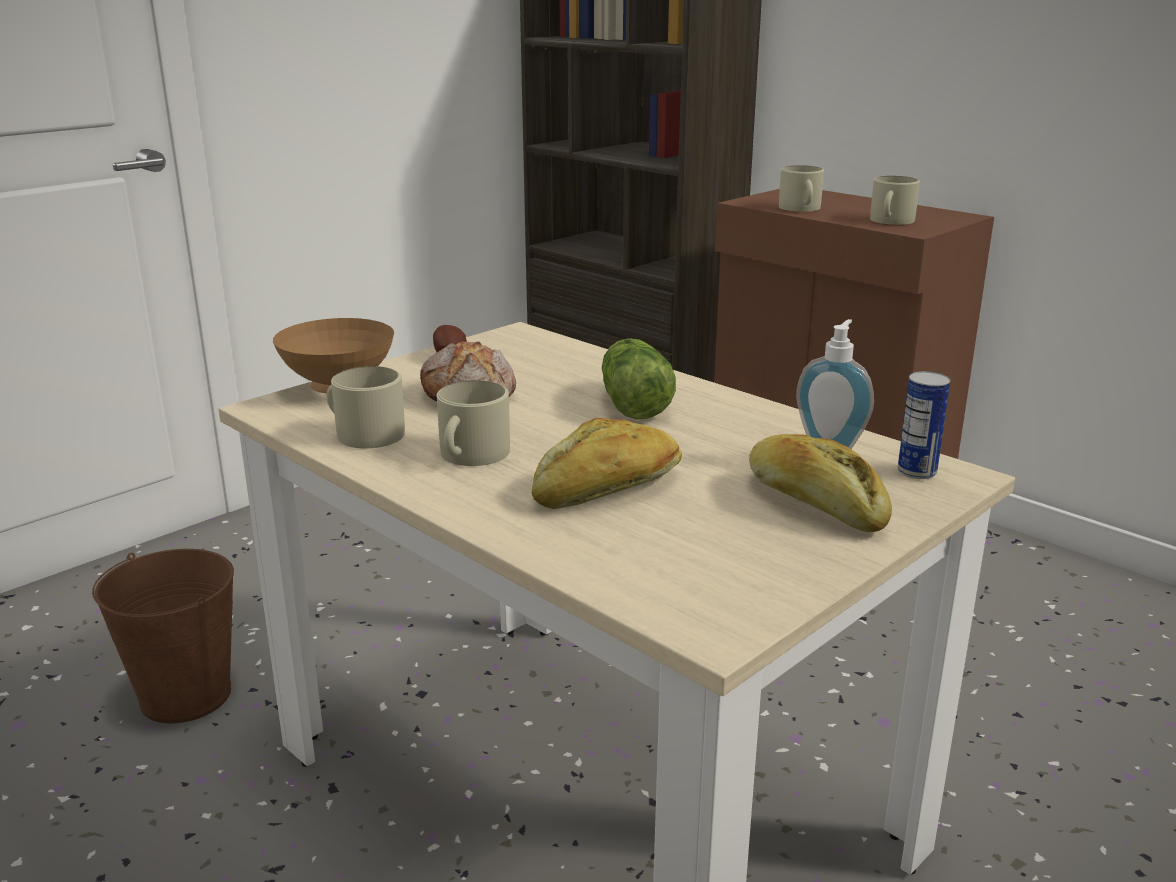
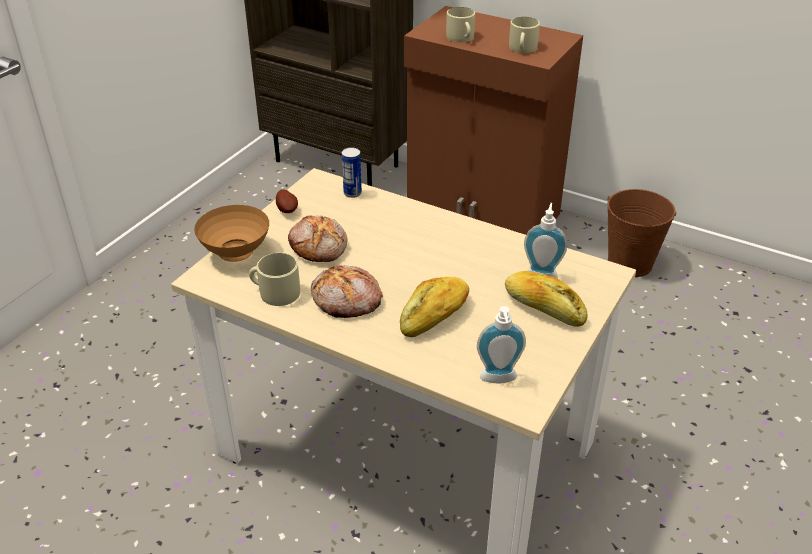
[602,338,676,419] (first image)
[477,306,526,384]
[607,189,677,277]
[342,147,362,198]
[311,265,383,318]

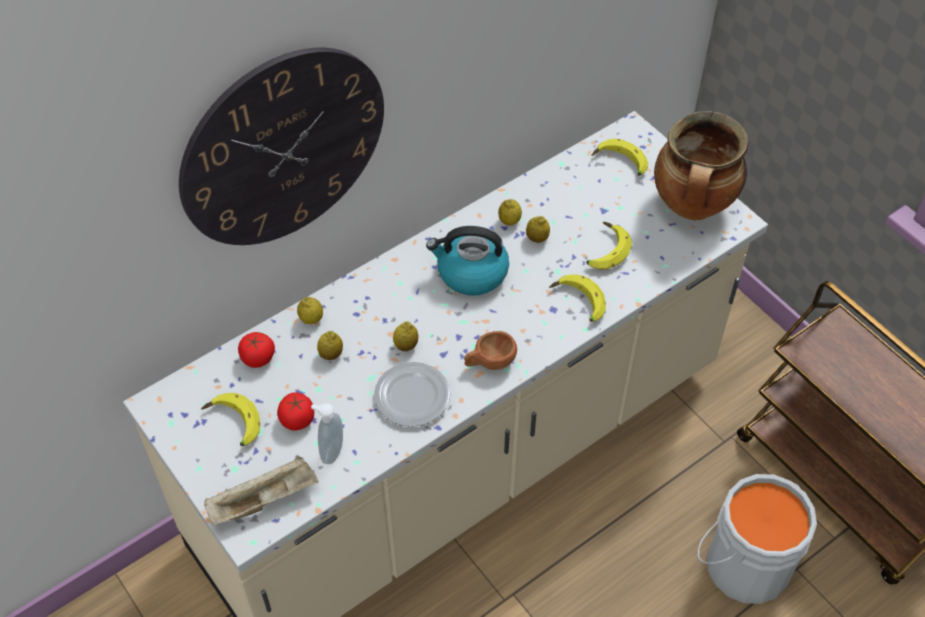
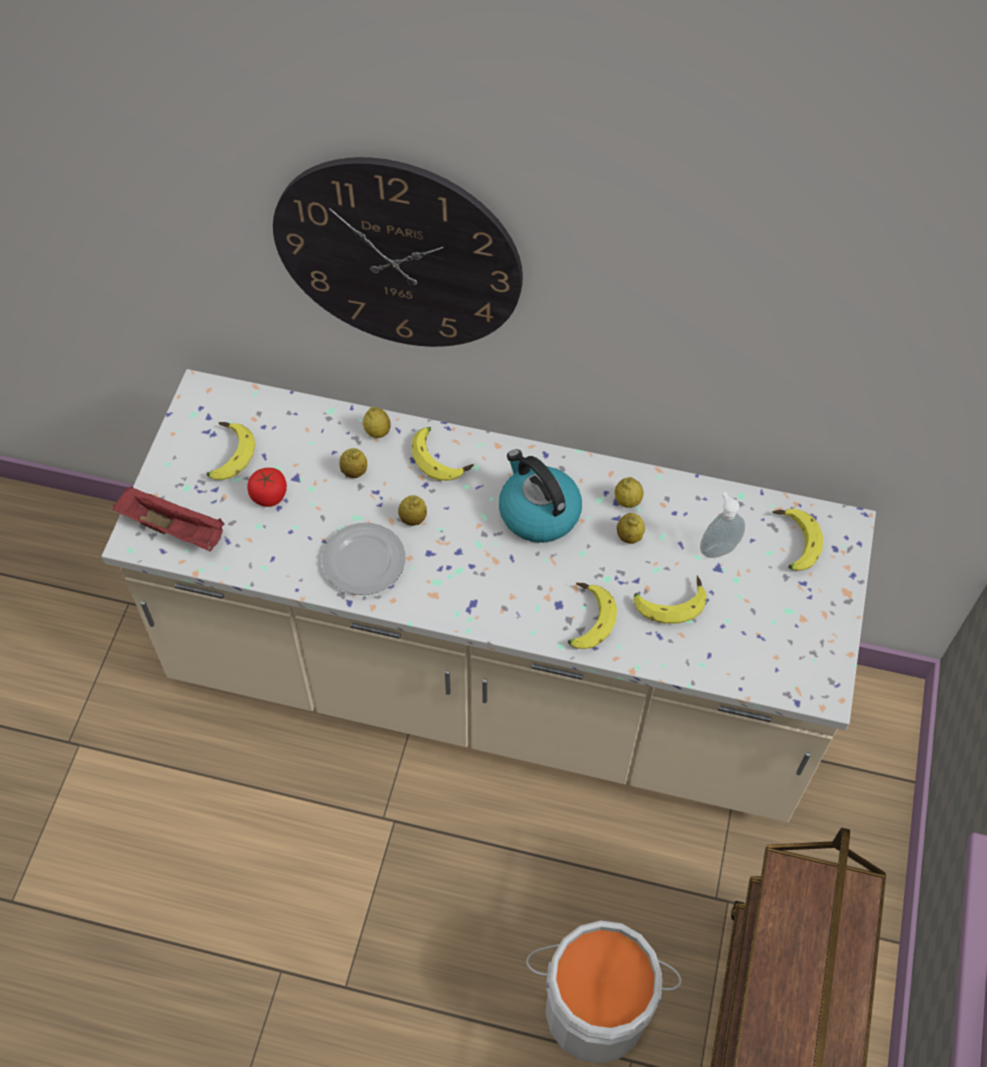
[238,332,275,368] (first image)
[464,331,517,370] (first image)
[654,111,748,220] (first image)
[412,427,474,481]
[700,492,745,558]
[113,486,224,551]

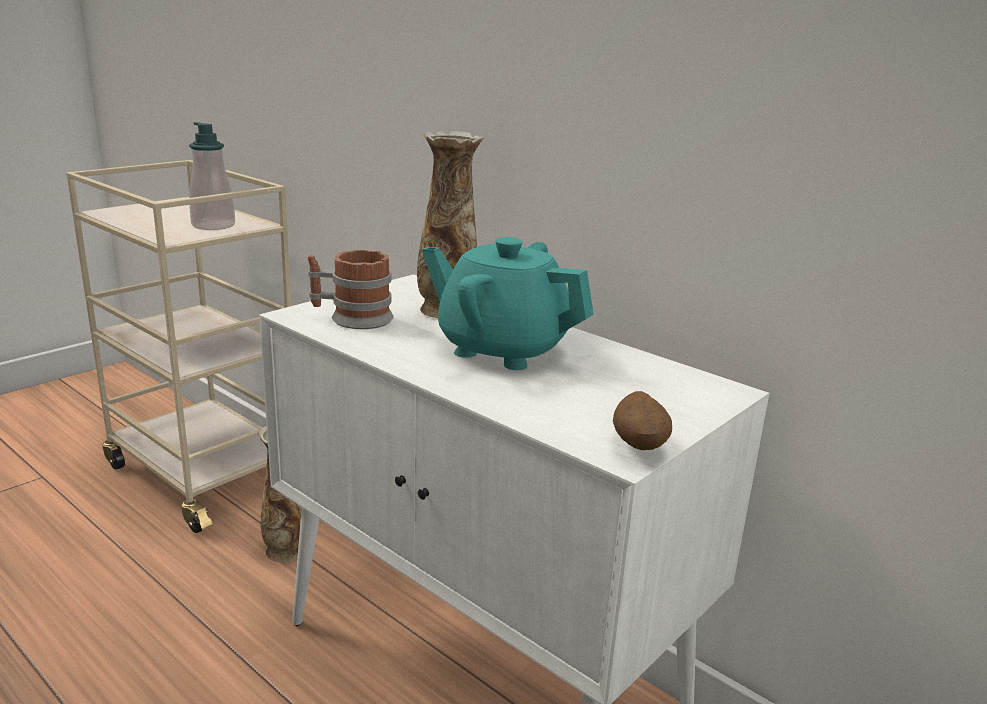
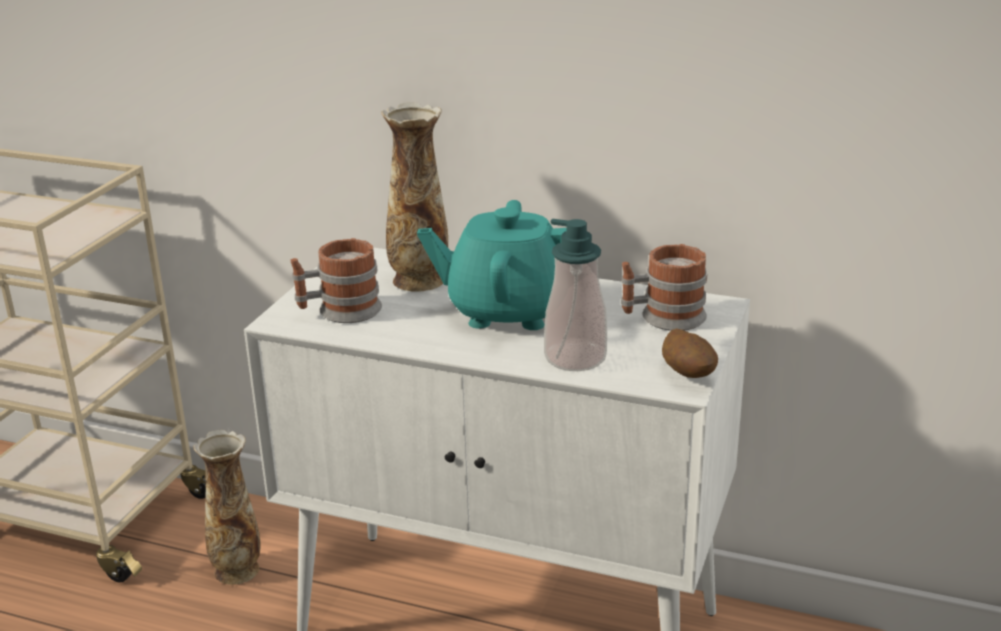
[621,244,708,331]
[544,219,607,371]

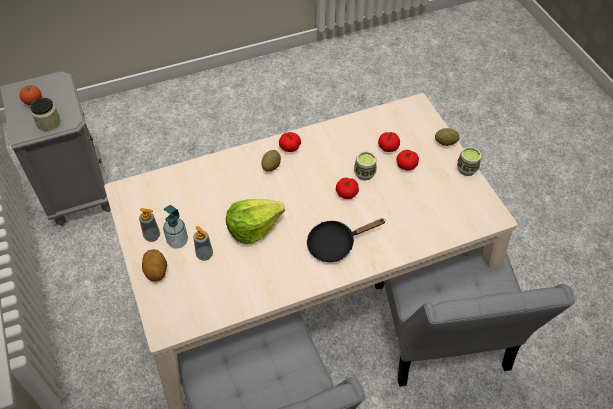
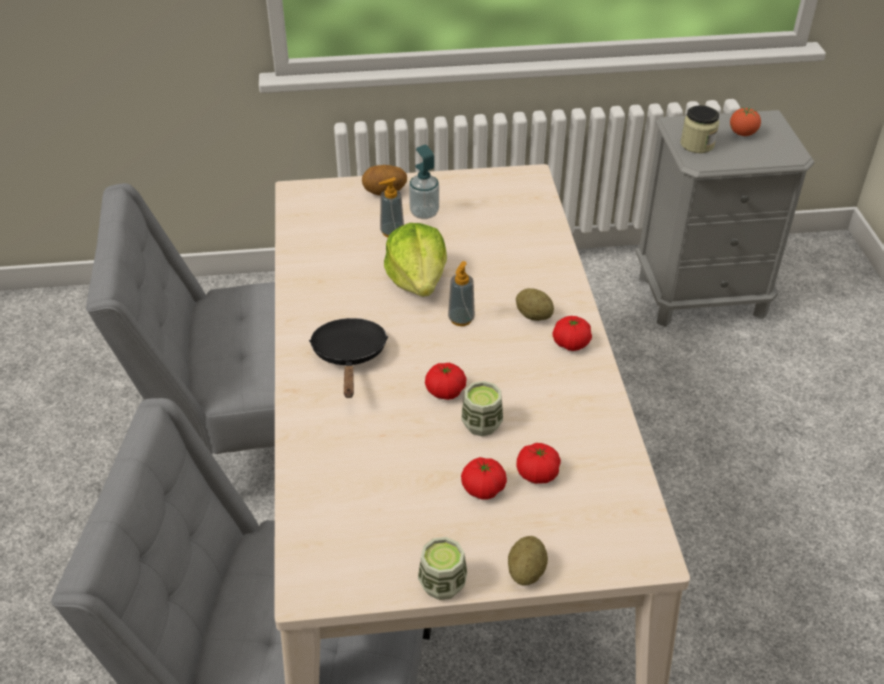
[448,261,475,326]

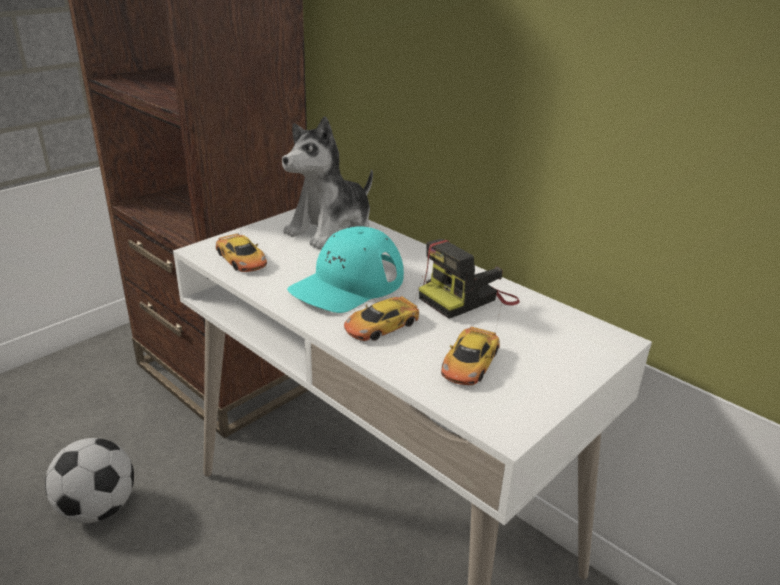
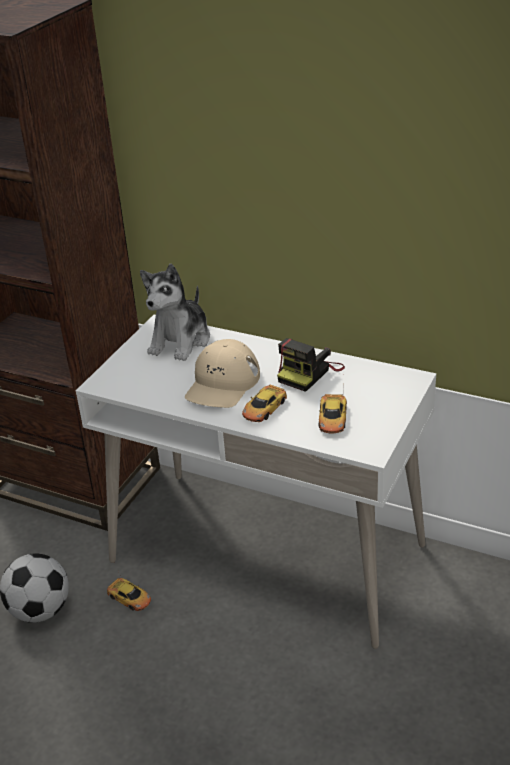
[107,571,151,611]
[185,339,260,408]

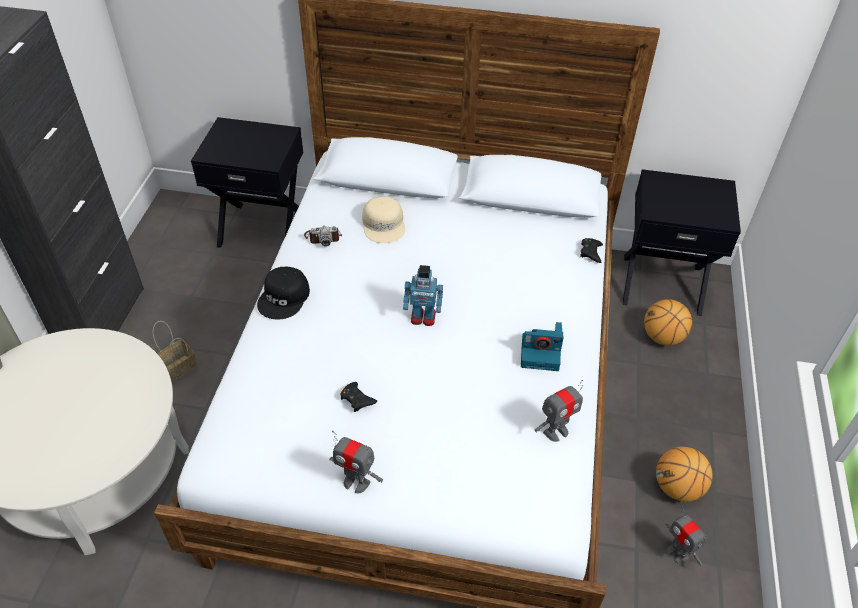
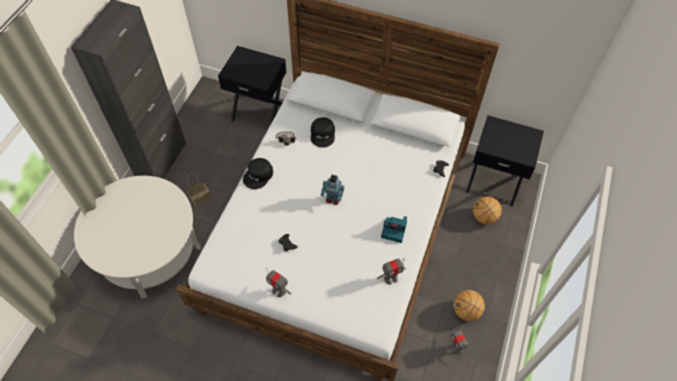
[311,117,335,147]

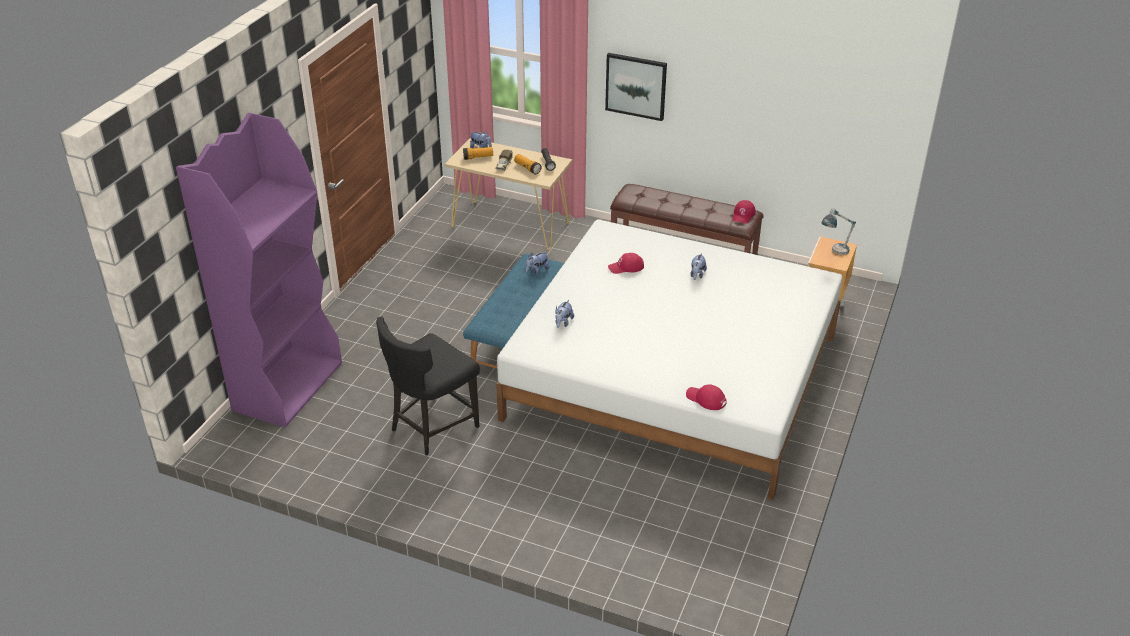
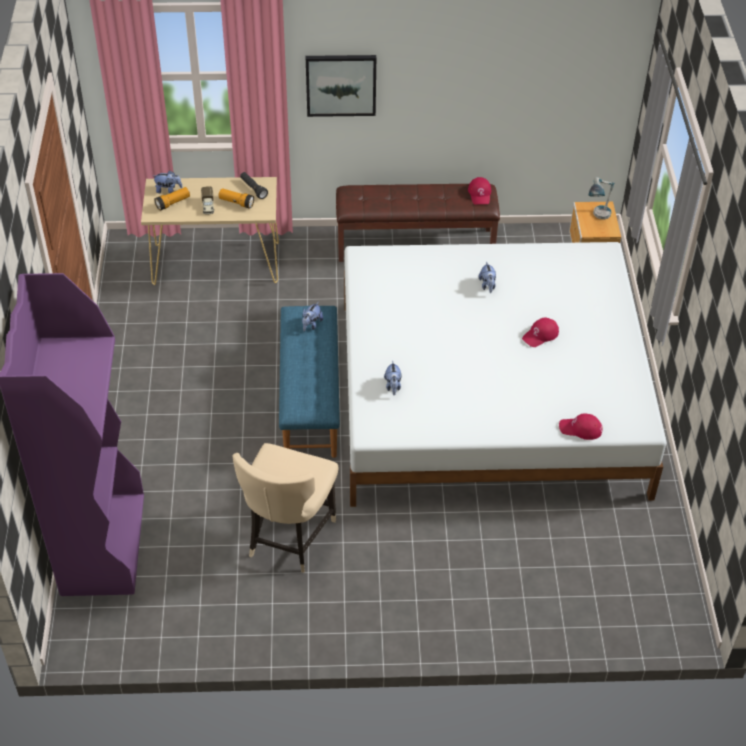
[522,318,559,347]
[232,443,338,573]

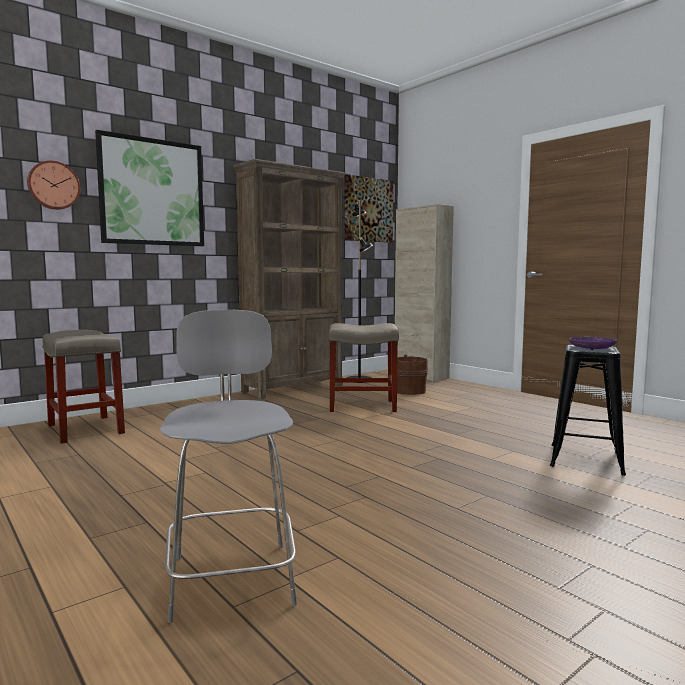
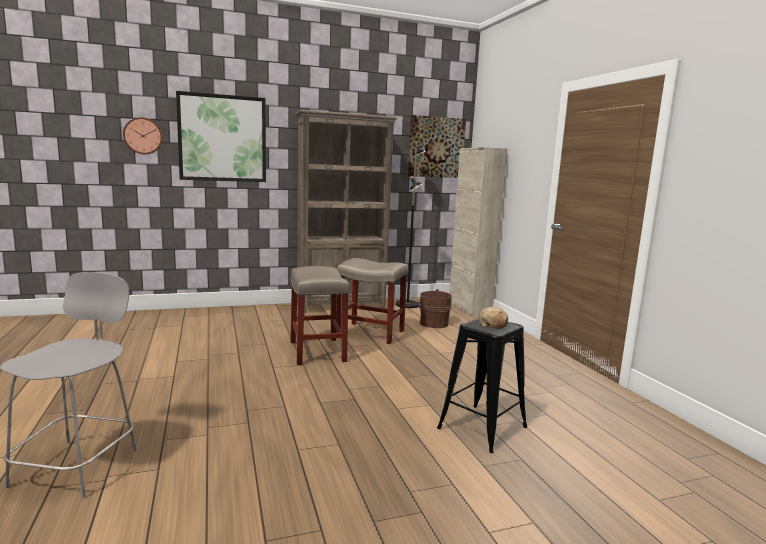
[290,266,350,365]
[479,307,508,329]

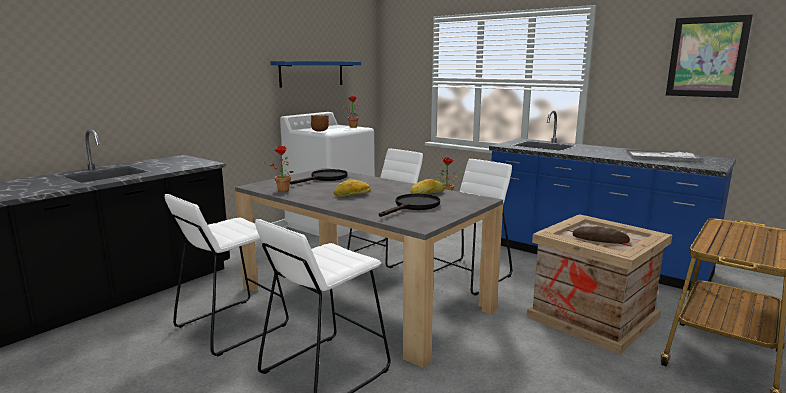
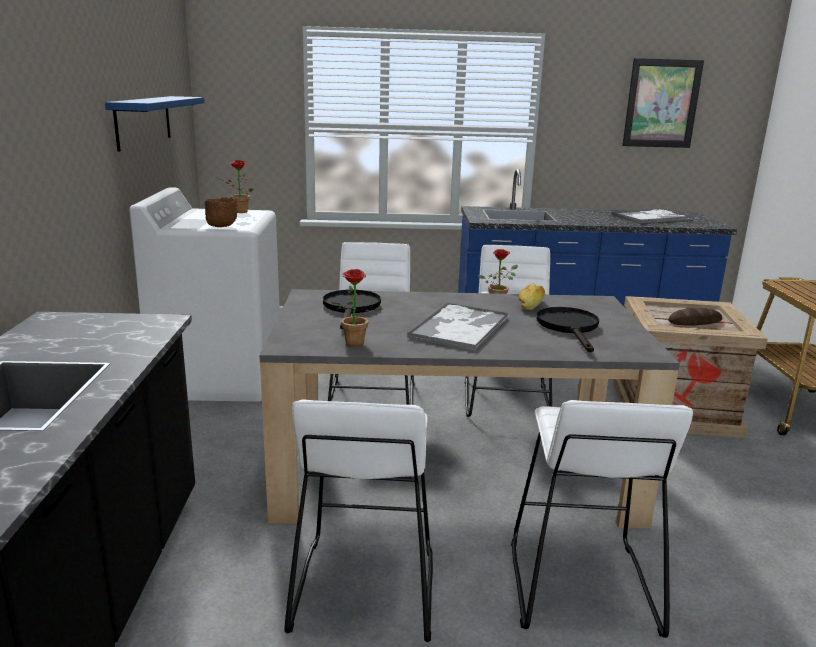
[407,303,509,351]

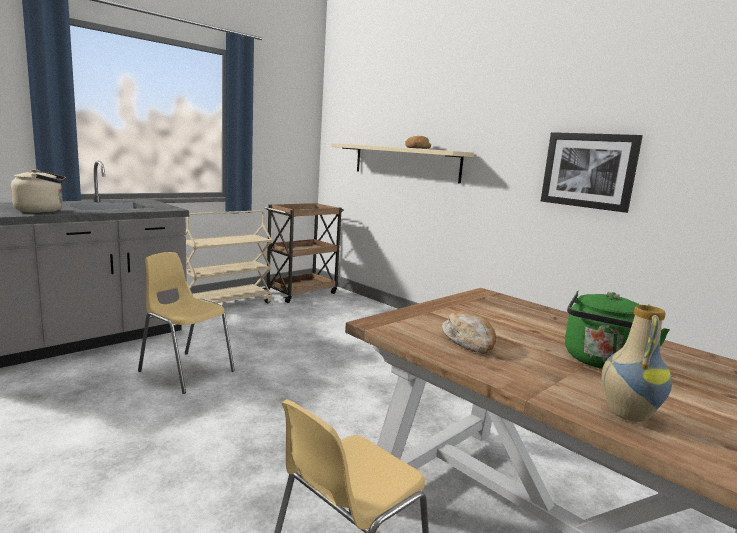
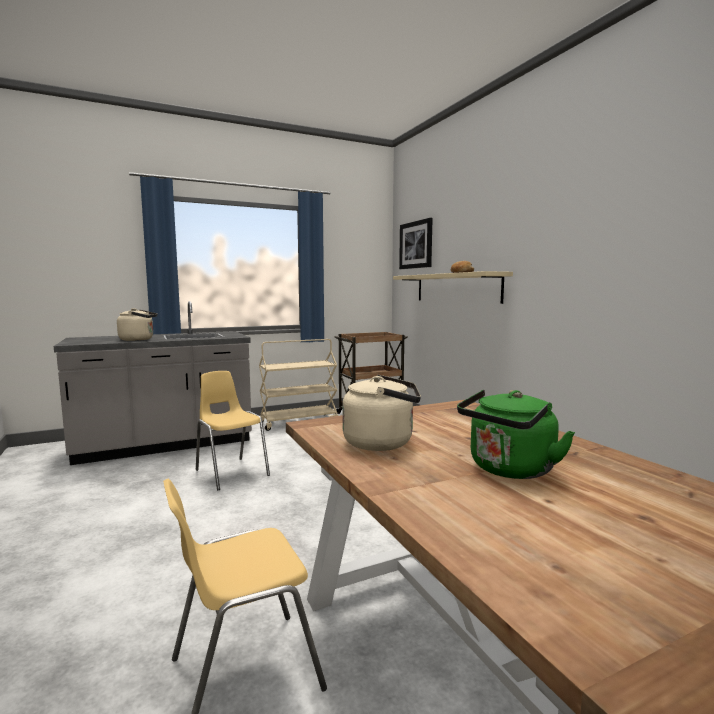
[602,305,672,422] (first image)
[399,218,433,269]
[342,375,421,451]

